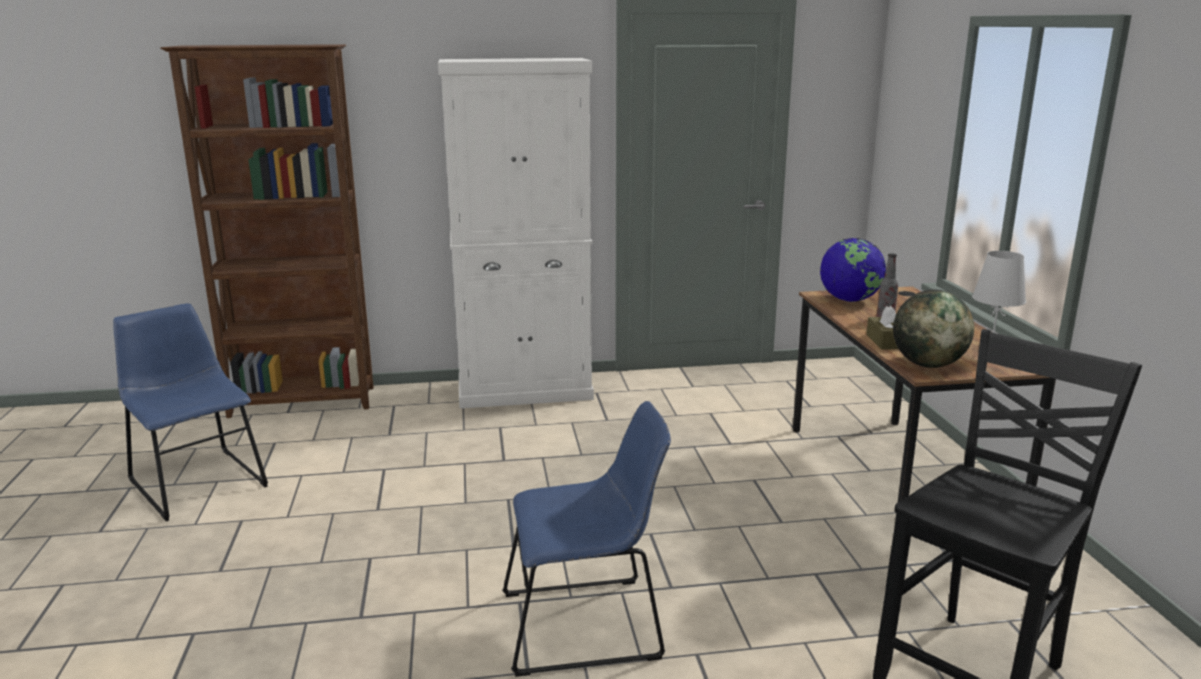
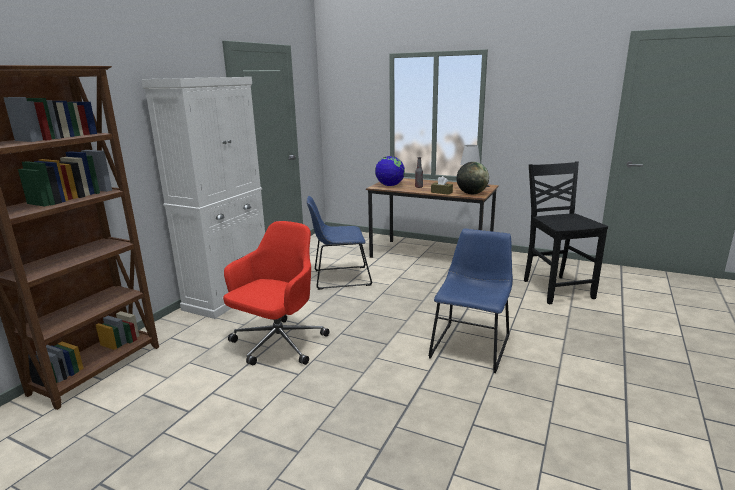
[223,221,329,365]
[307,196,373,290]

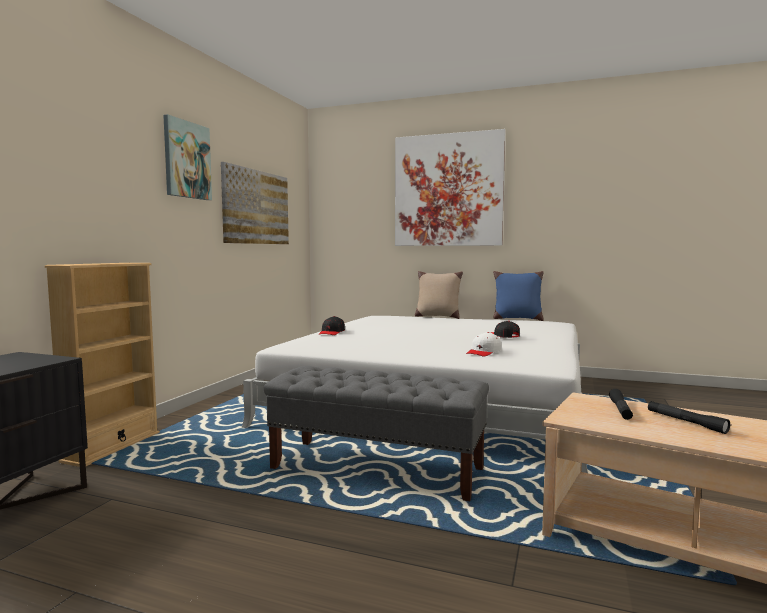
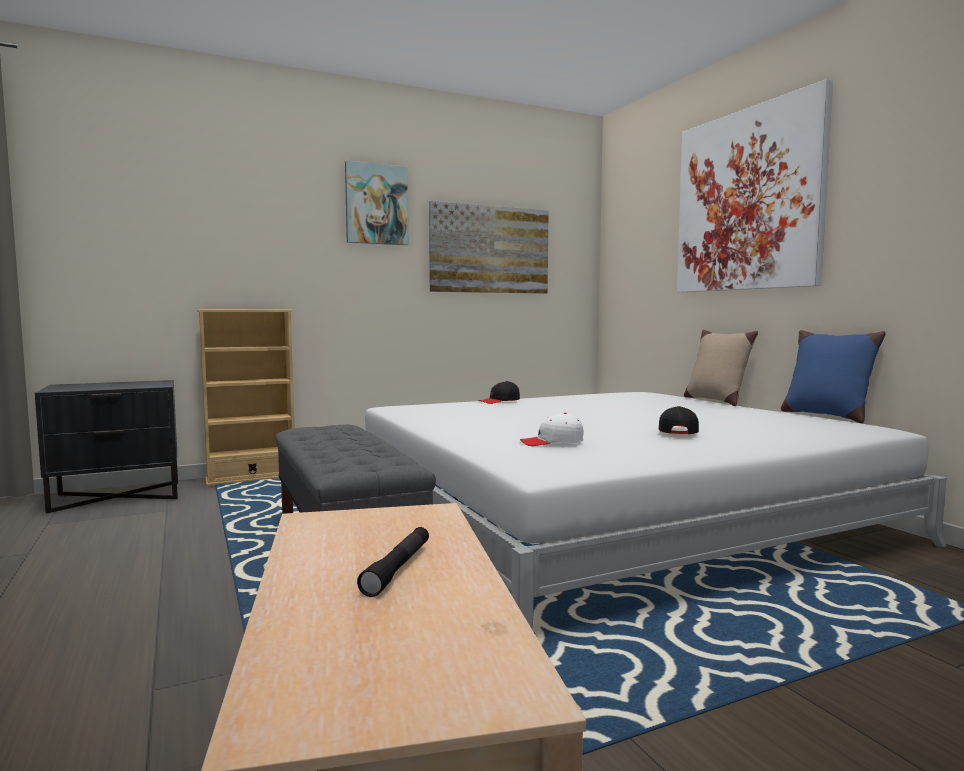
[609,389,633,420] (first image)

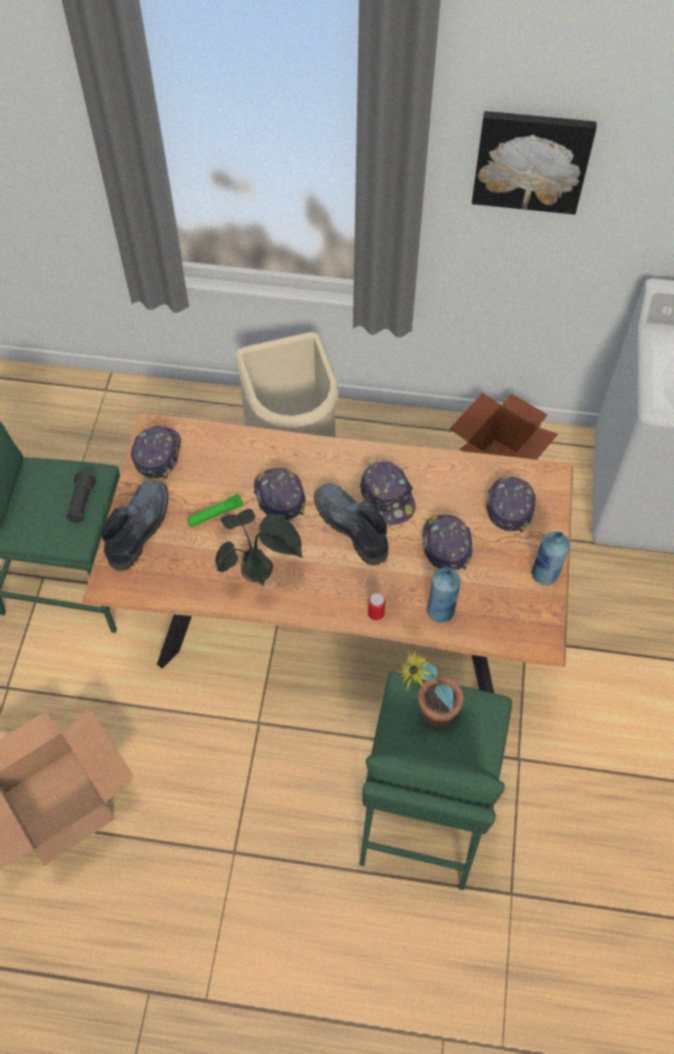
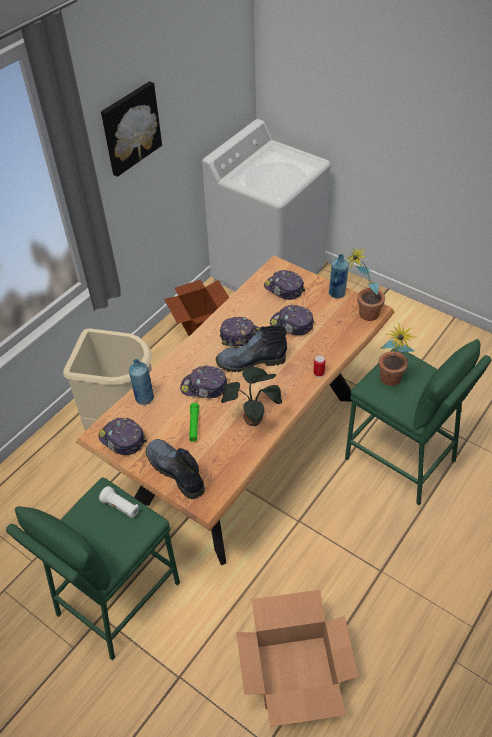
[345,247,385,321]
[129,359,154,405]
[99,486,139,518]

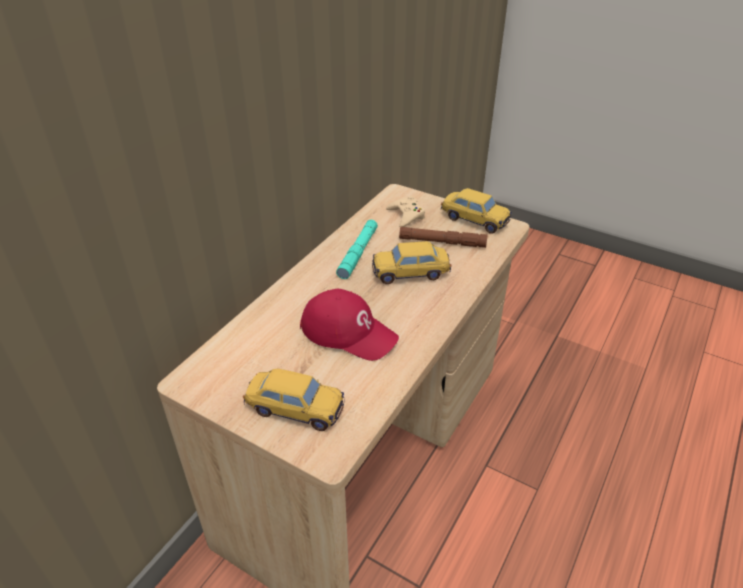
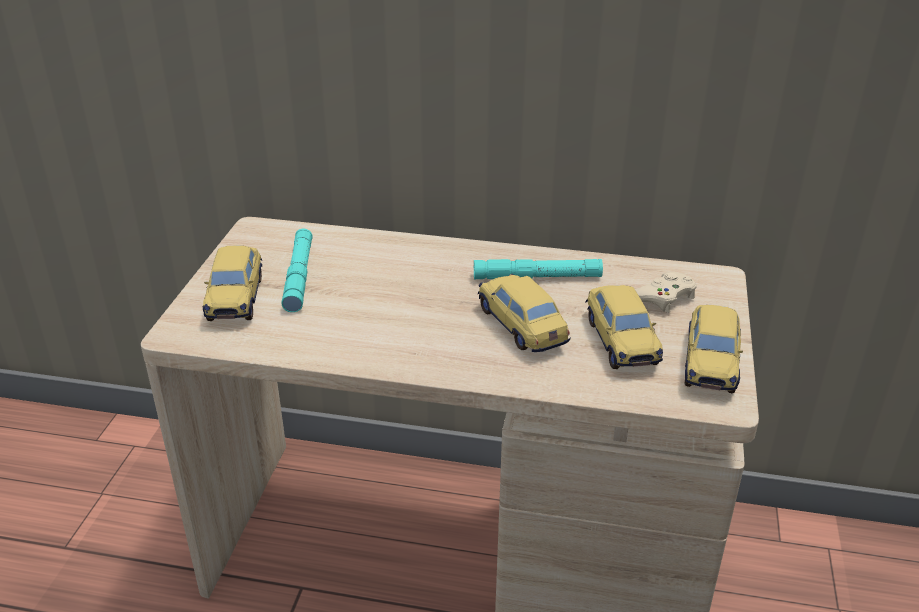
[300,289,399,361] (first image)
[282,228,313,312]
[585,285,663,369]

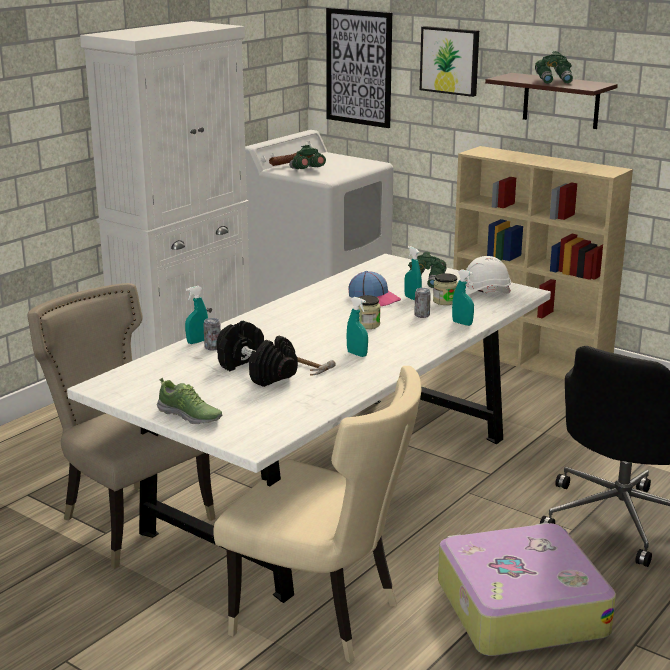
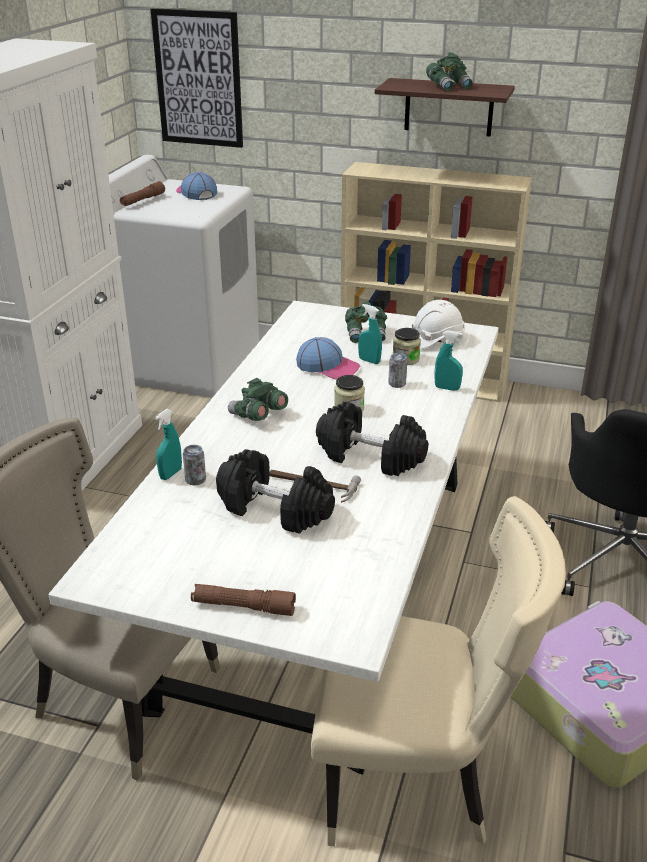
[420,26,479,97] (first image)
[176,172,217,200]
[228,378,288,421]
[191,584,296,616]
[316,401,428,476]

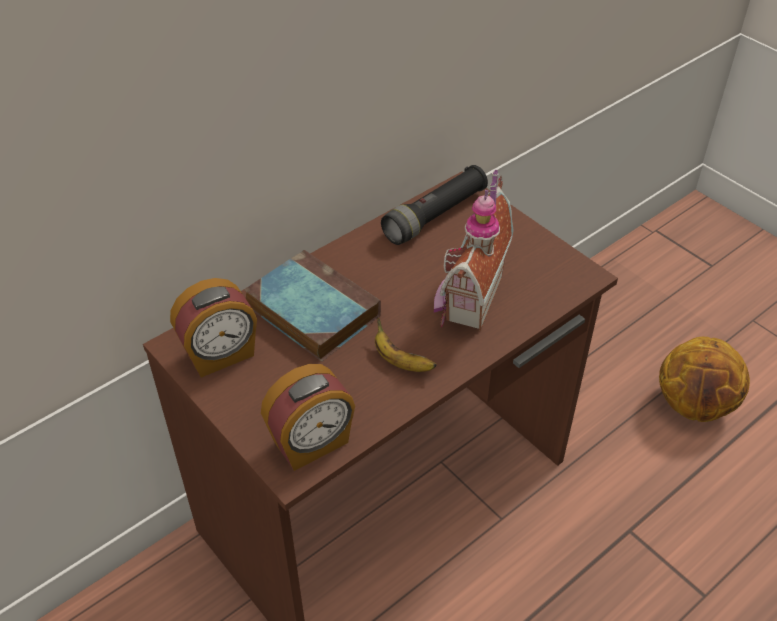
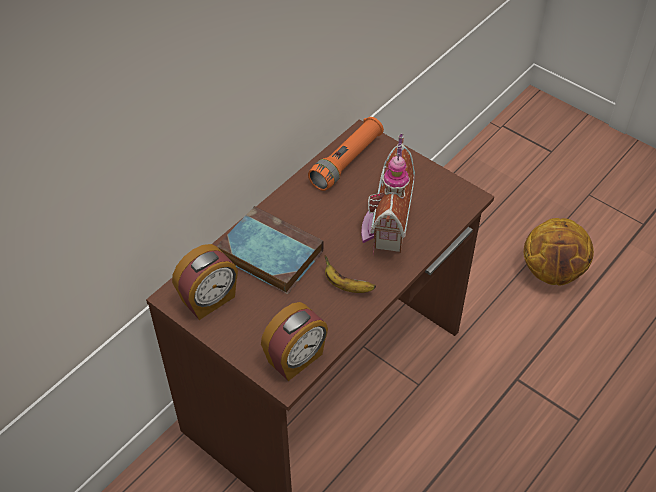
[308,117,384,191]

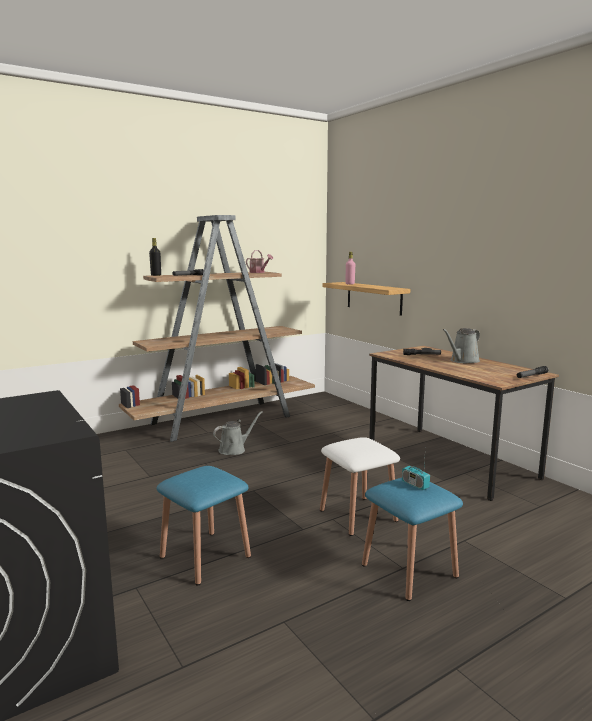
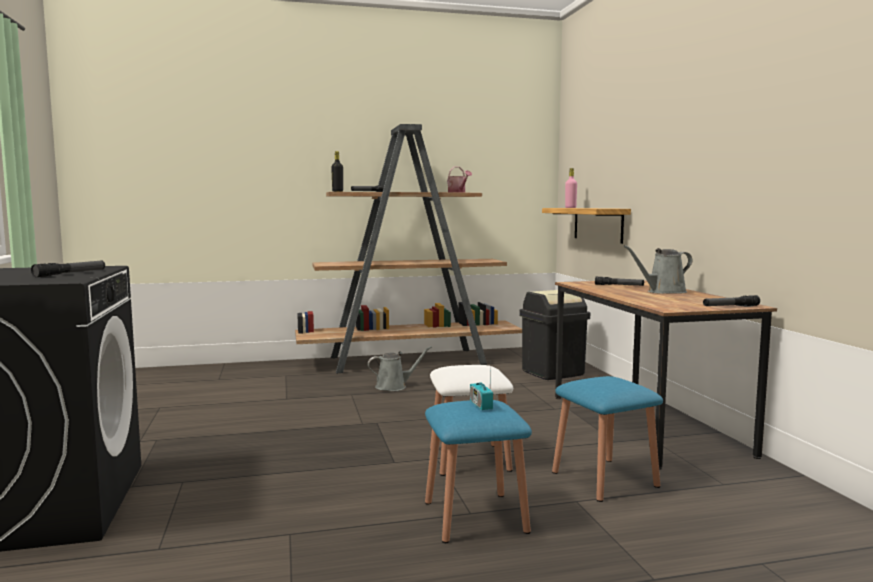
[31,260,105,277]
[520,290,590,380]
[552,376,663,502]

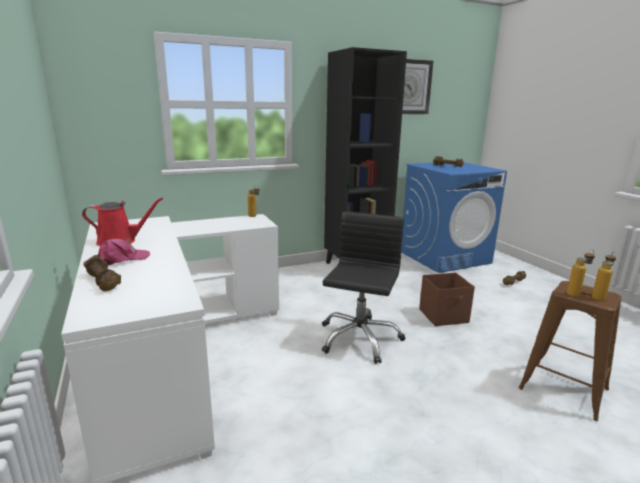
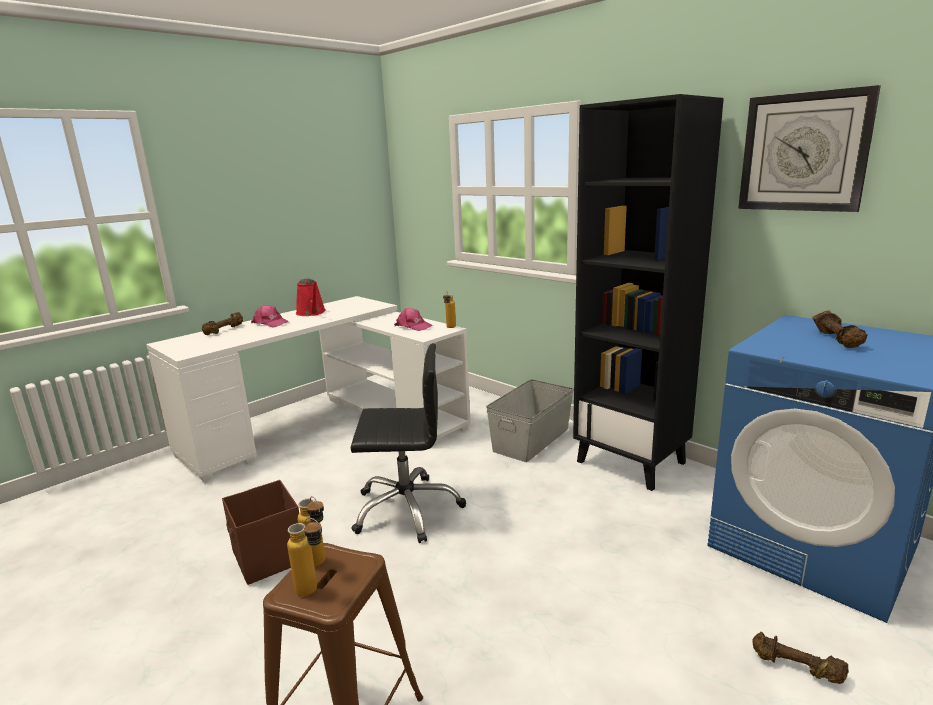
[394,308,433,331]
[486,379,574,462]
[222,480,299,585]

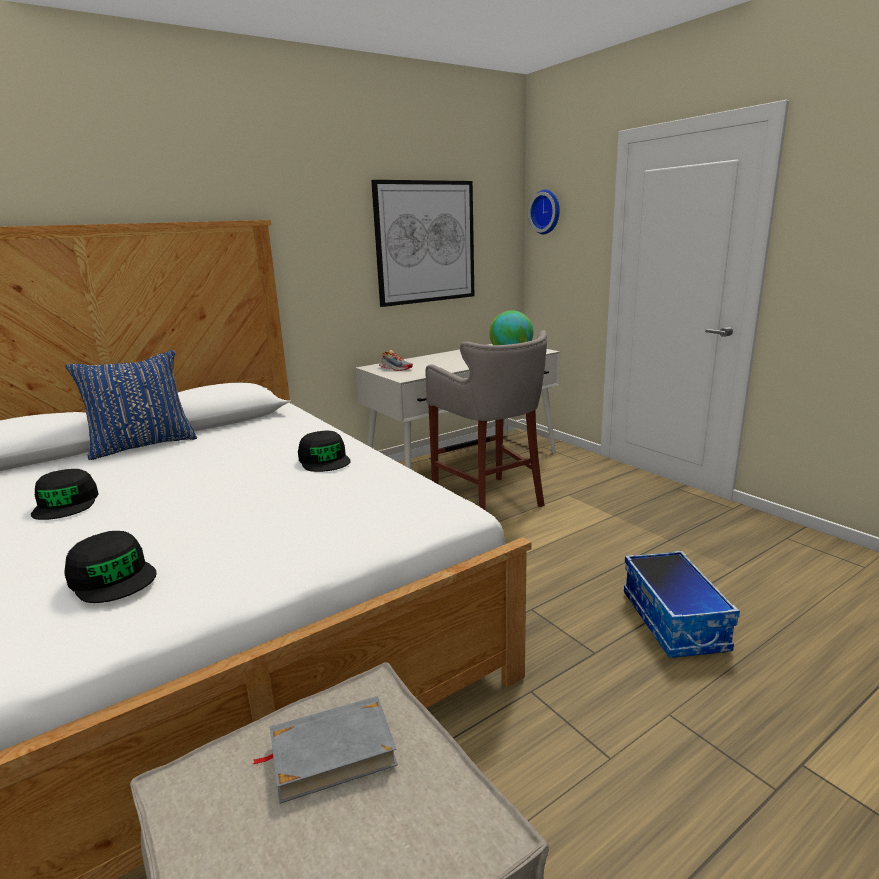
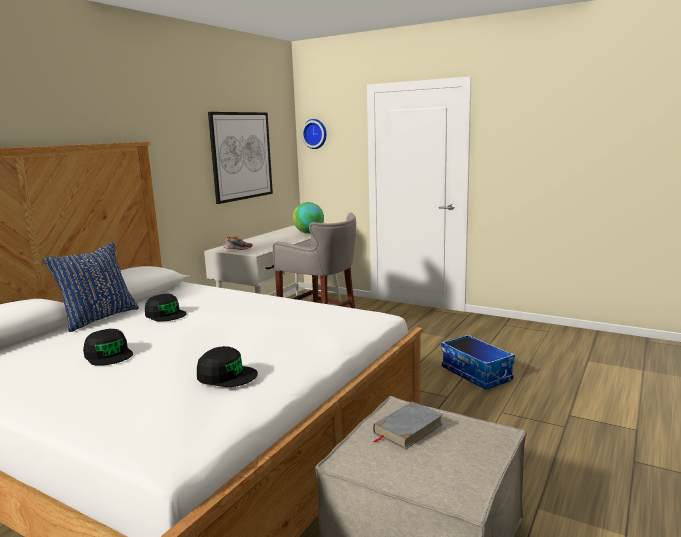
[145,294,187,322]

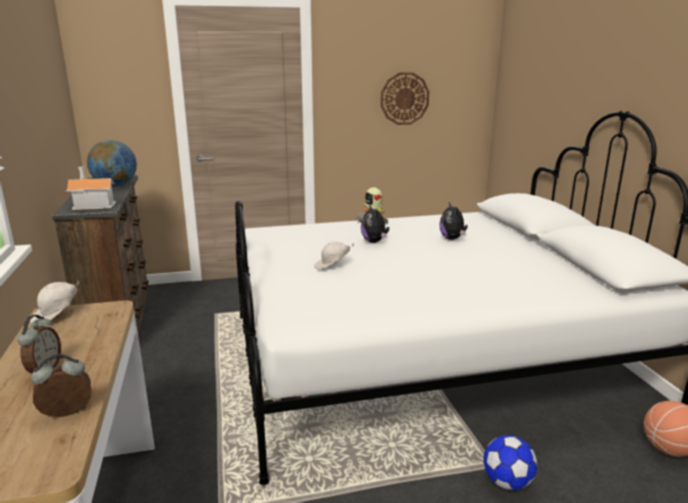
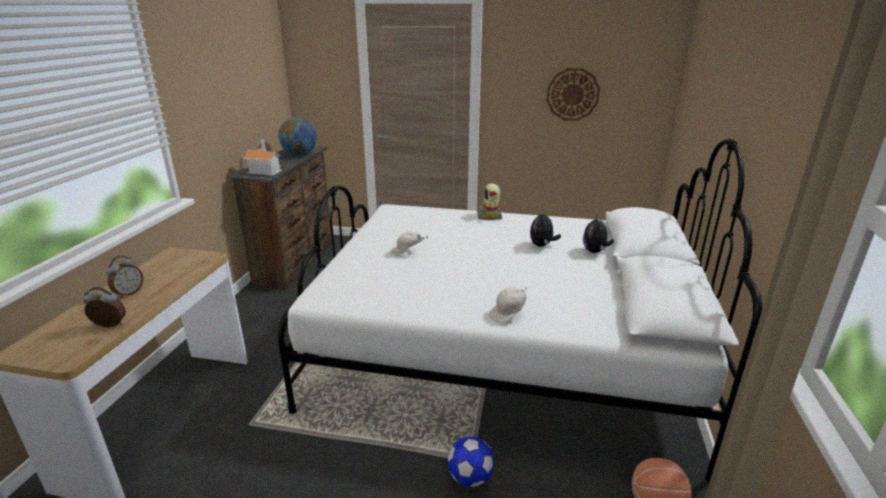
[489,287,527,323]
[583,215,614,253]

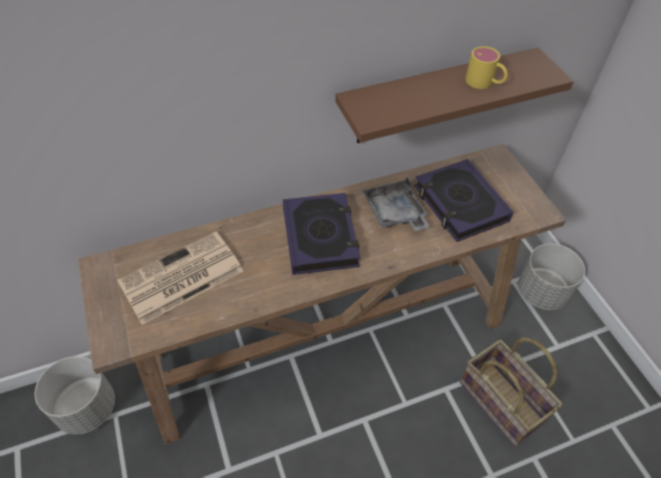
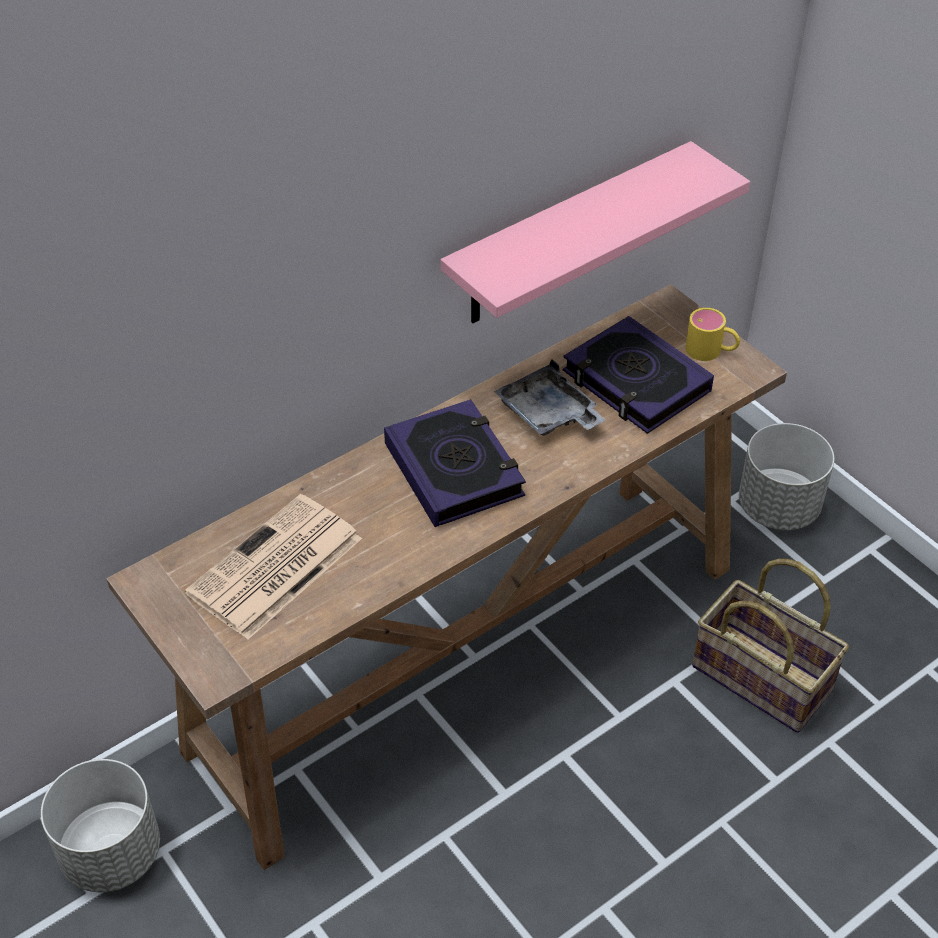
[685,308,740,361]
[441,141,750,323]

